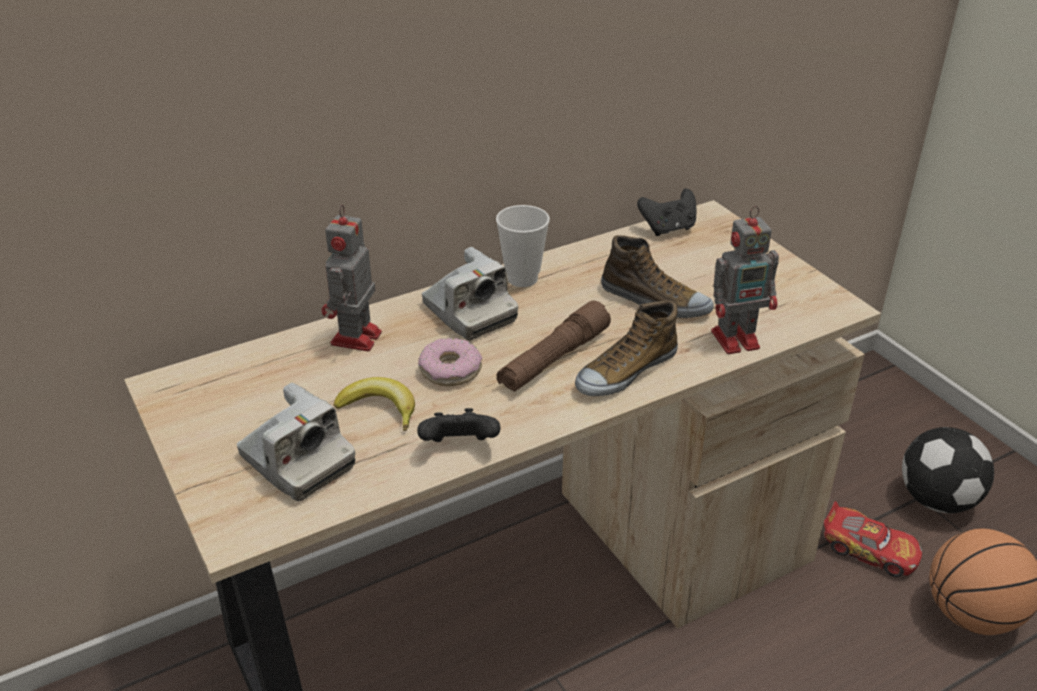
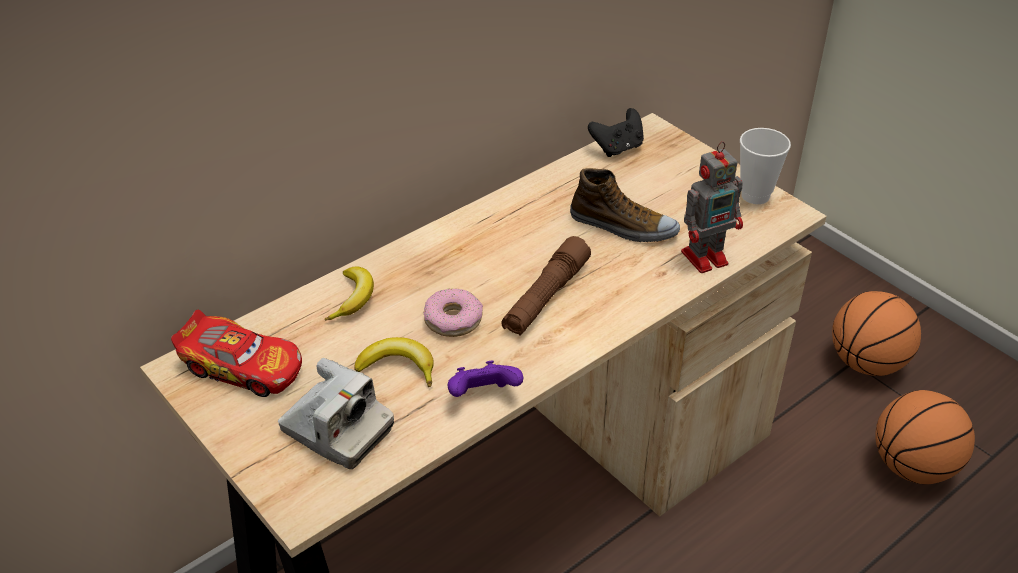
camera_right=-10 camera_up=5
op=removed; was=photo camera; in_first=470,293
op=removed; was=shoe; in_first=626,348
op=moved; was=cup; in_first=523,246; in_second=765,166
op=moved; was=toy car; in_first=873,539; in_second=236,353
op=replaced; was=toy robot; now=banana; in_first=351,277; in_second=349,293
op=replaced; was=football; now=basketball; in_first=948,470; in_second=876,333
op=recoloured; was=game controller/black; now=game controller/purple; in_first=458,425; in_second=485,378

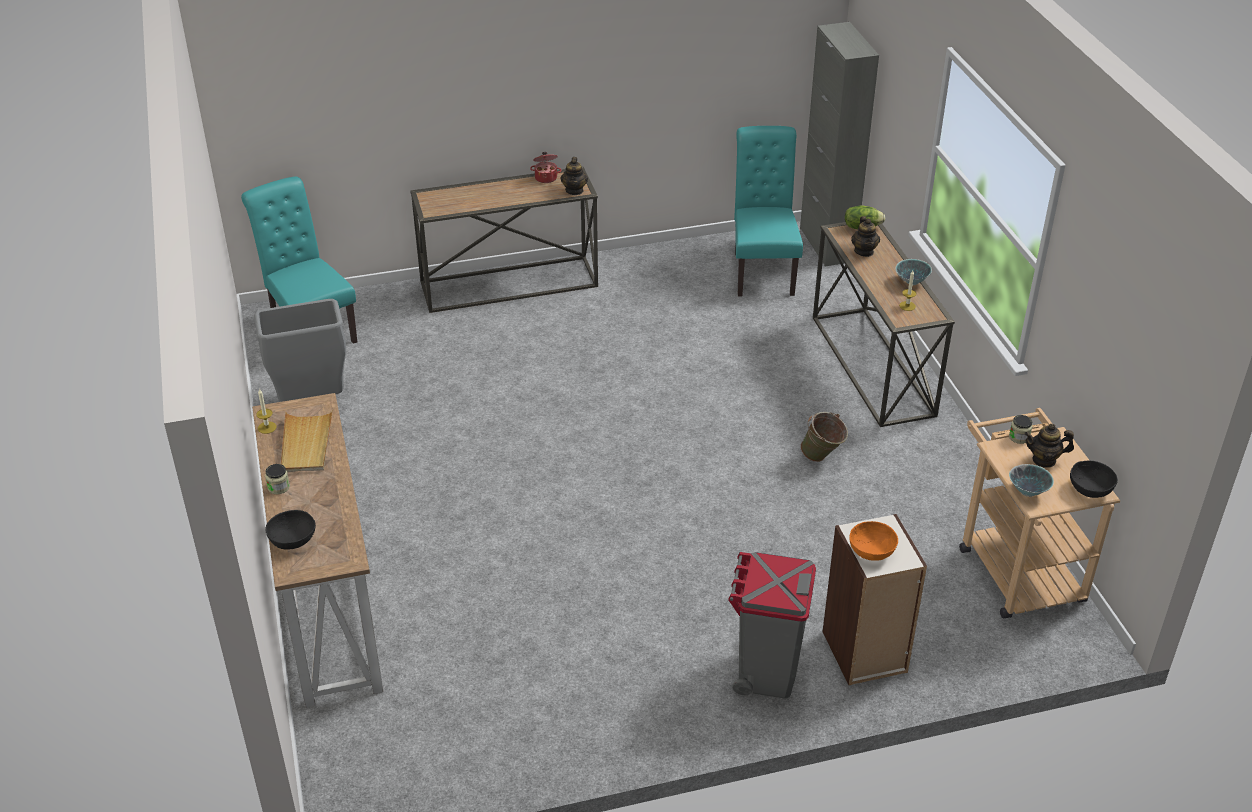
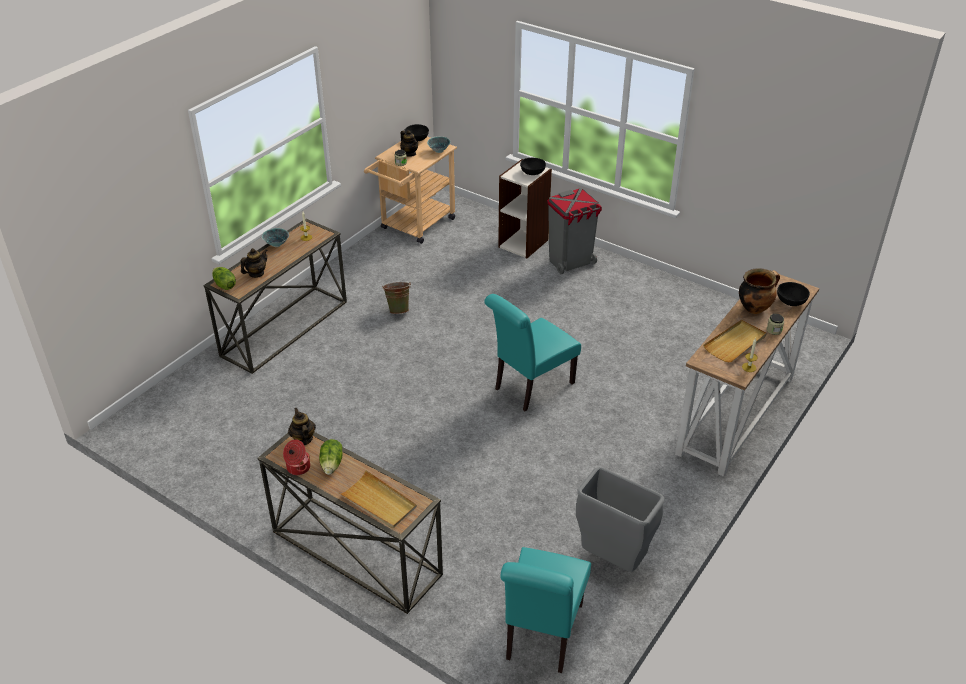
camera_right=-130 camera_up=0
op=removed; was=cabinet/grey; in_first=839,144
op=added; now=lettuce; in_second=330,457
op=added; now=tray/beige; in_second=378,499
op=added; now=cooking pot; in_second=759,291
op=moved; was=chair/turquoise; in_first=768,211; in_second=532,352
op=recoloured; was=bowl/orange; now=bowl/black; in_first=874,541; in_second=533,166
op=turned; was=teapot; in_first=574,176; in_second=302,426; clockwise=-75

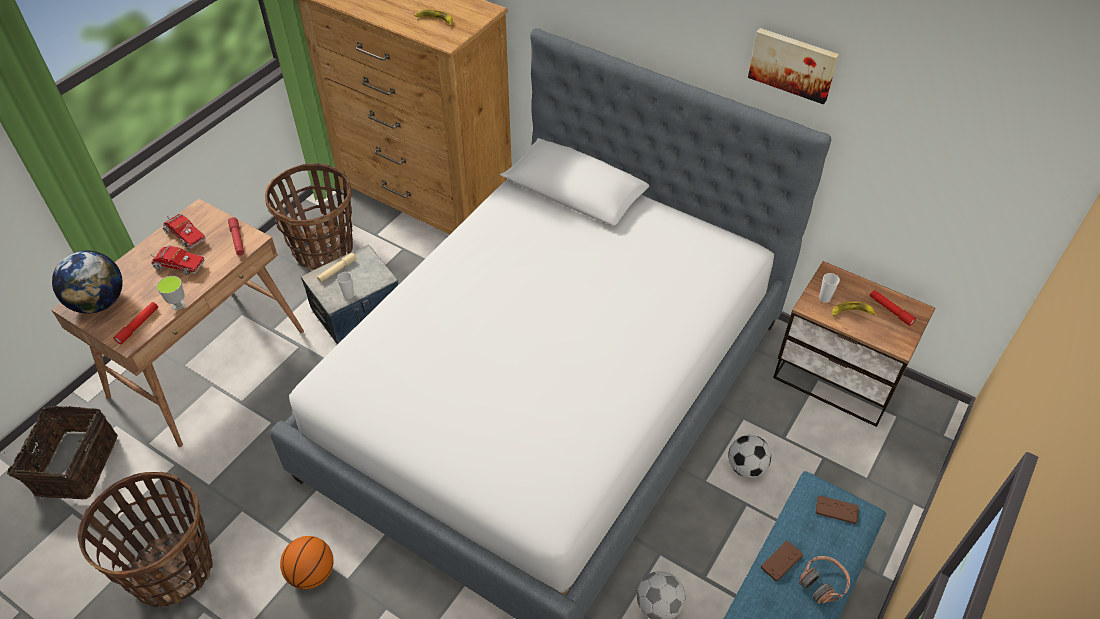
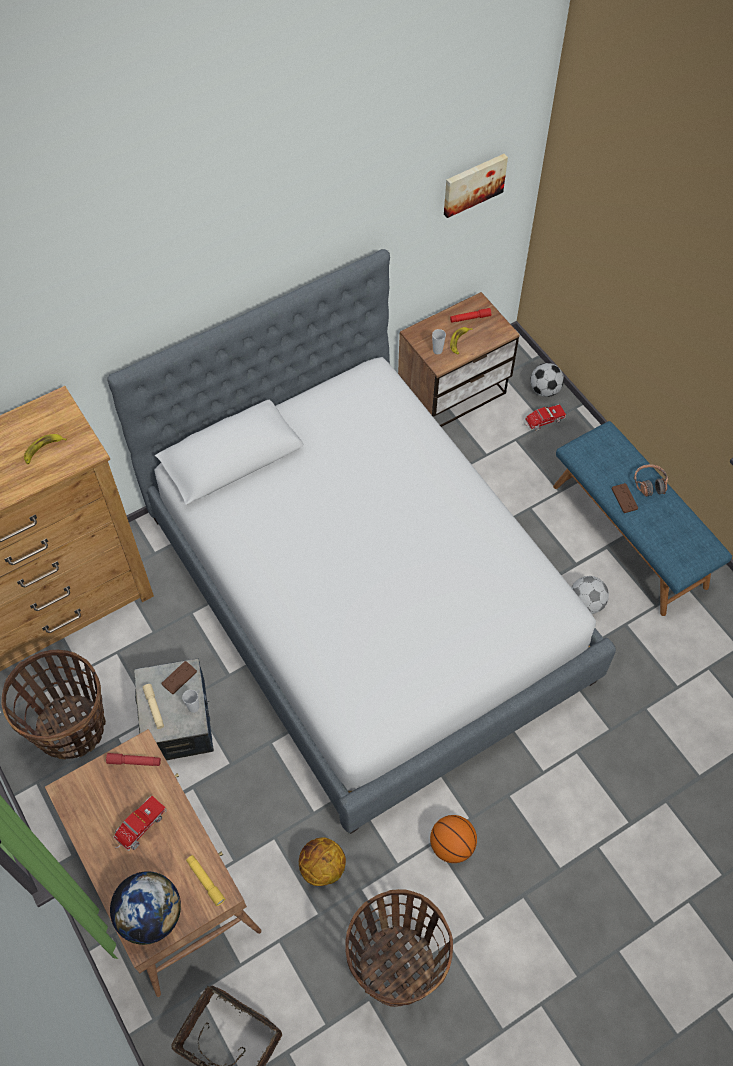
camera_right=-65 camera_up=10
op=removed; was=cup; in_first=171,293
op=added; now=basketball; in_second=322,861
op=moved; was=toy truck; in_first=184,231; in_second=545,418
op=moved; was=football; in_first=749,456; in_second=547,380
op=moved; was=picture; in_first=793,66; in_second=476,186
op=moved; was=game controller/brown; in_first=837,509; in_second=179,677
op=recoloured; was=flashlight/red; now=flashlight/yellow; in_first=135,323; in_second=205,880

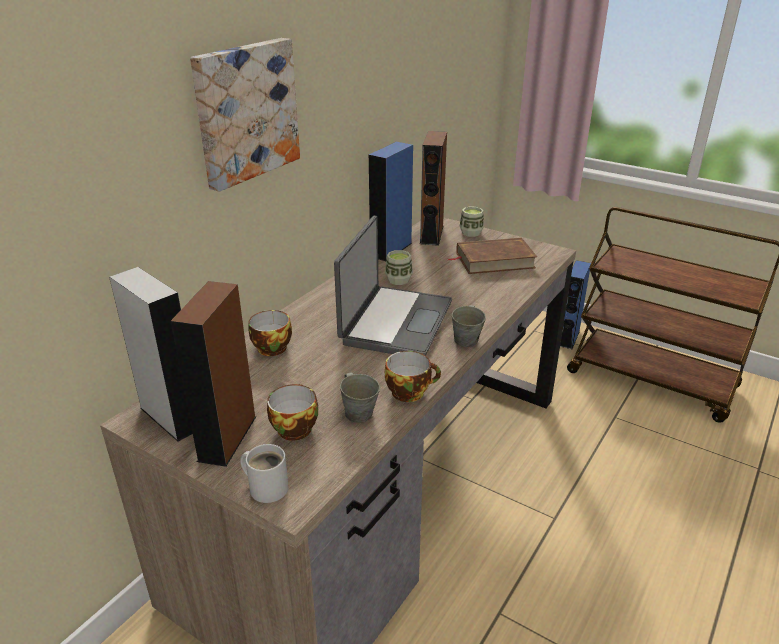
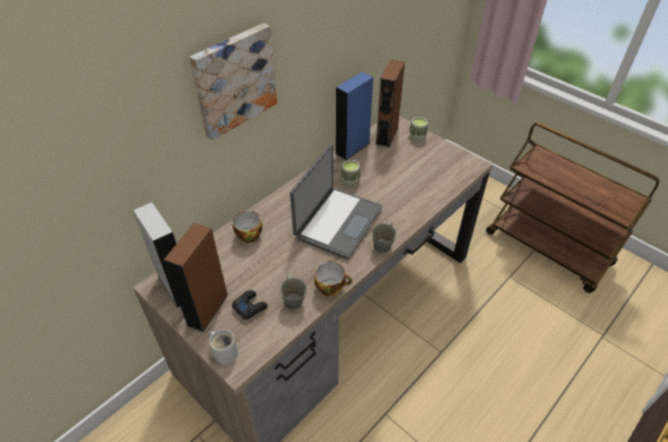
camera_right=10 camera_up=15
op=removed; was=book/brown; in_first=492,256
op=removed; was=speaker/blue; in_first=575,304
op=replaced; was=cup; now=game controller/black; in_first=292,412; in_second=250,304

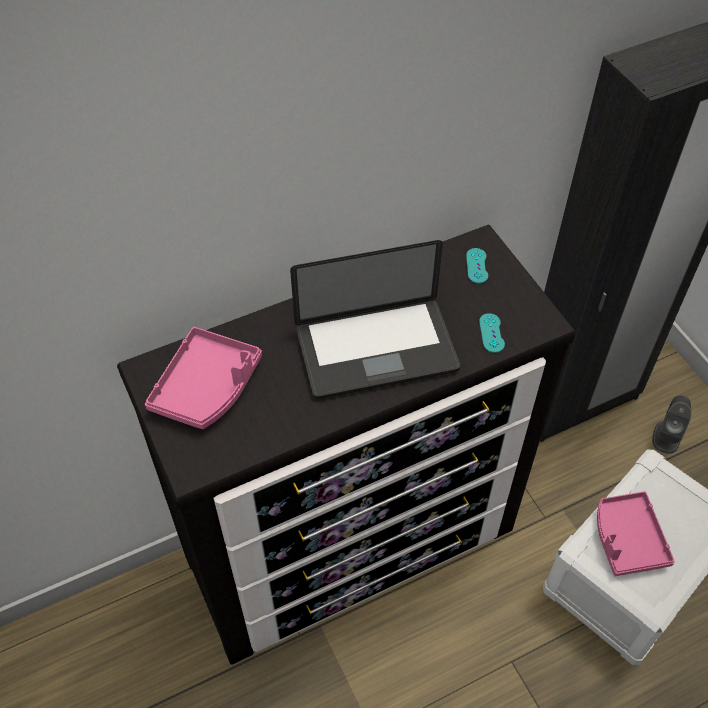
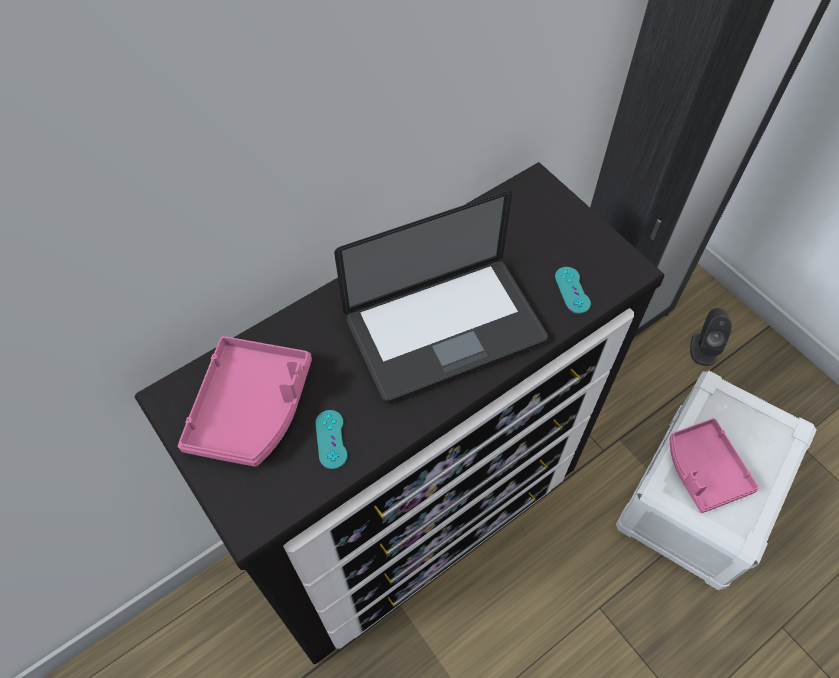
camera_right=-10 camera_up=5
op=moved; was=game controller/turquoise; in_first=477,266; in_second=331,439

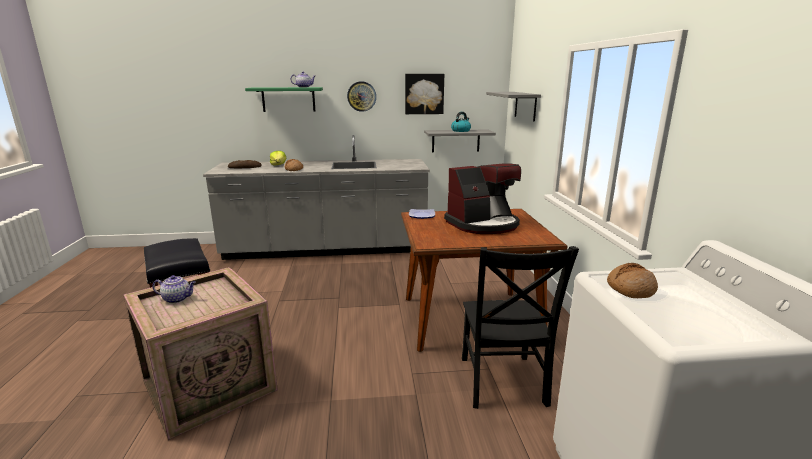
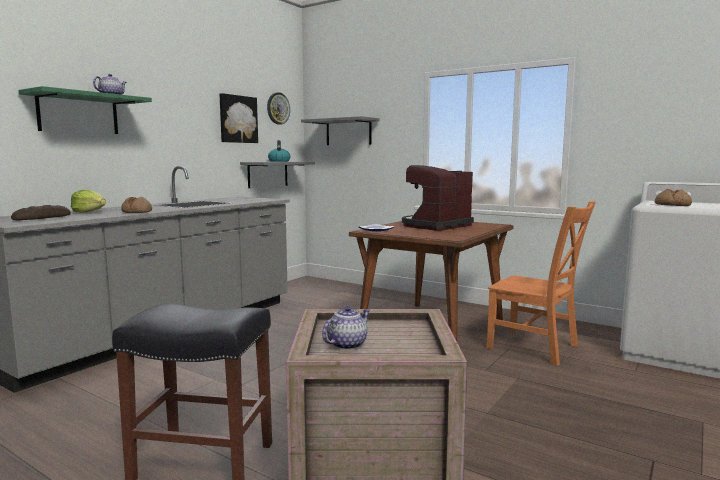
camera_right=-50 camera_up=-10
op=moved; was=wall clock; in_first=361,96; in_second=278,108
op=recoloured; was=chair/black; now=chair/orange; in_first=520,327; in_second=541,283
op=turned; was=coffee machine; in_first=482,198; in_second=438,198; clockwise=-150

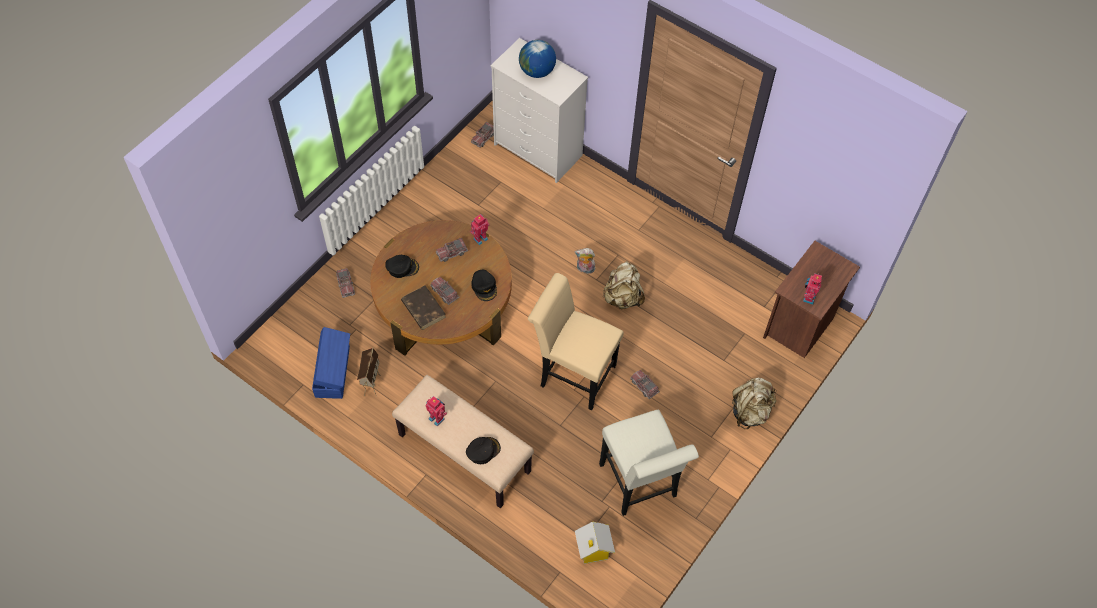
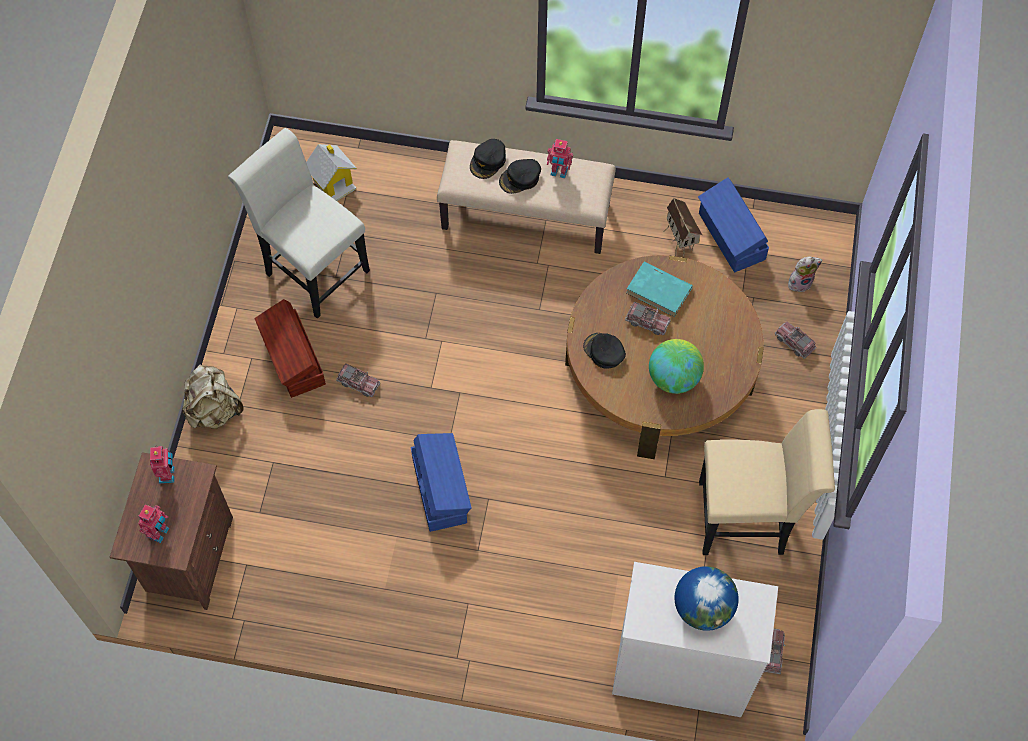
camera_right=155 camera_up=5
op=added; now=storage box/brown; in_second=290,348
op=moved; was=cap/black; in_first=402,266; in_second=520,176
op=moved; was=toy robot; in_first=479,229; in_second=153,523
op=moved; was=chair/beige; in_first=576,341; in_second=767,482
op=moved; was=plush toy; in_first=585,261; in_second=805,274
op=replaced; was=toy truck; now=globe; in_first=452,250; in_second=676,366
op=replaced; was=backpack/beige; now=storage box/blue; in_first=624,285; in_second=441,482
op=recoloured; was=book/brown; now=book/turquoise; in_first=423,307; in_second=659,289

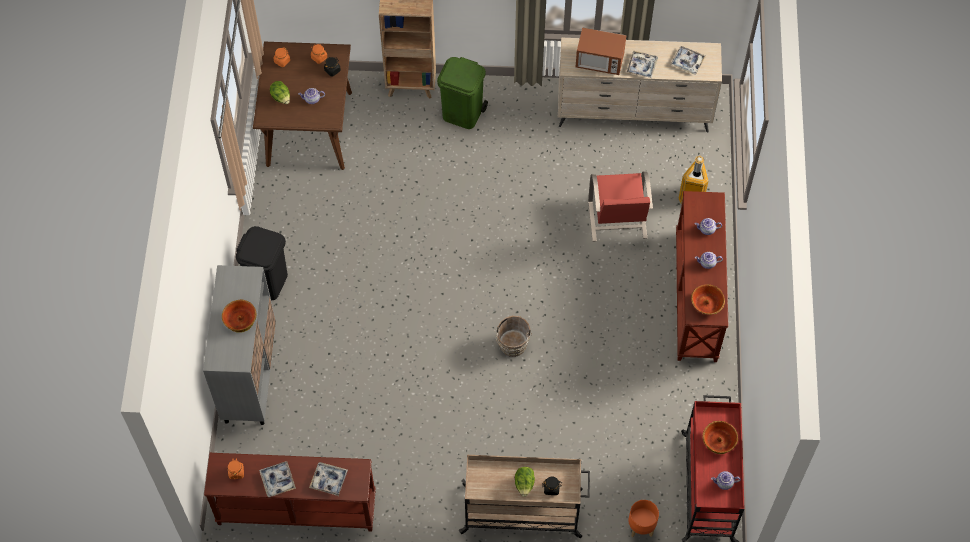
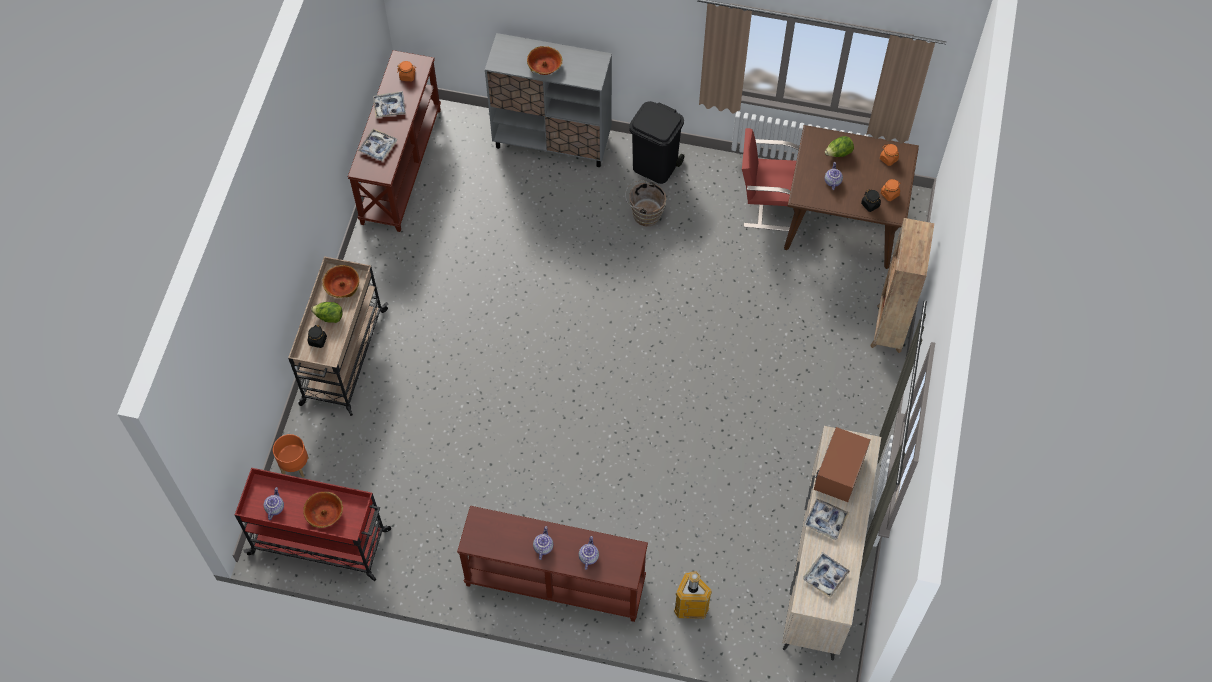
camera_right=100 camera_up=0
op=removed; was=trash can/green; in_first=462,93
op=moved; was=bucket/brown; in_first=513,336; in_second=645,203
op=moved; was=chair/red; in_first=620,206; in_second=770,179
op=moved; was=bowl; in_first=708,299; in_second=341,281

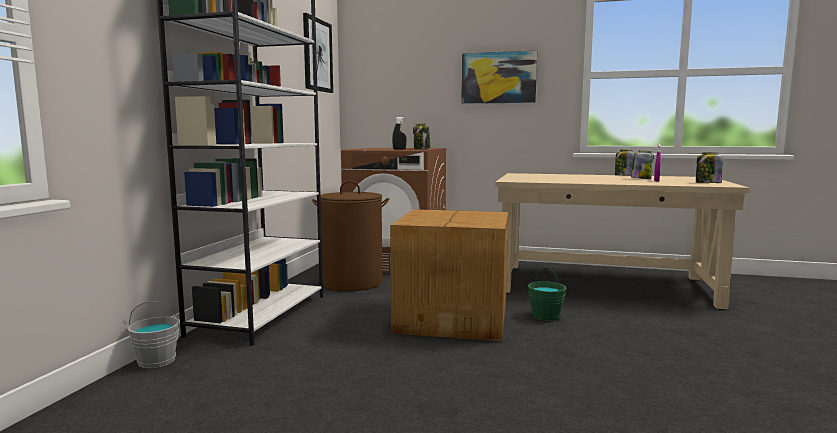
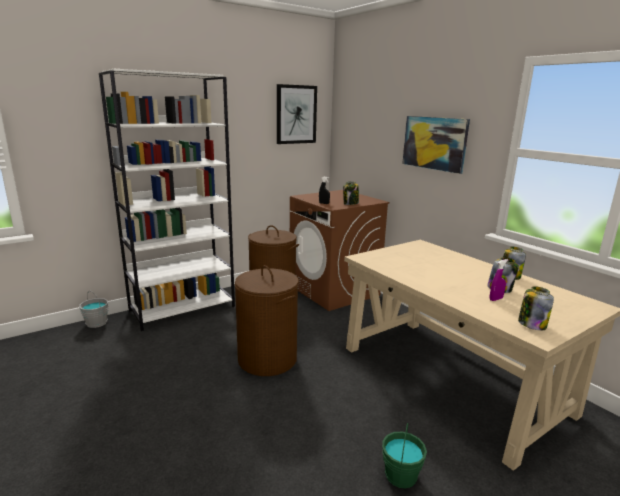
camera_right=40 camera_up=10
op=moved; was=bucket/green; in_first=547,294; in_second=404,456
op=replaced; was=cardboard box; now=laundry basket/brown; in_first=449,275; in_second=266,320

